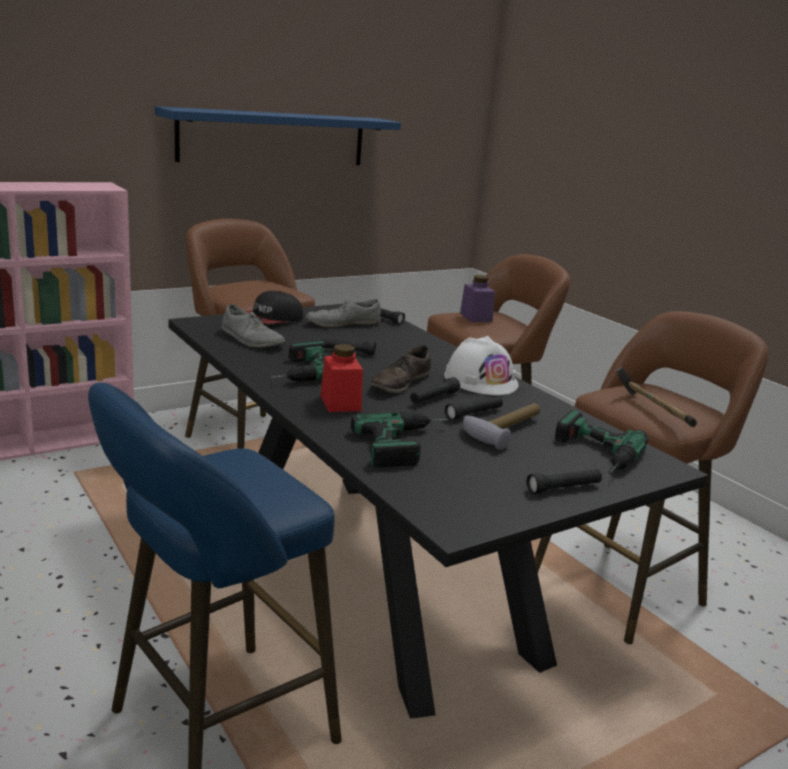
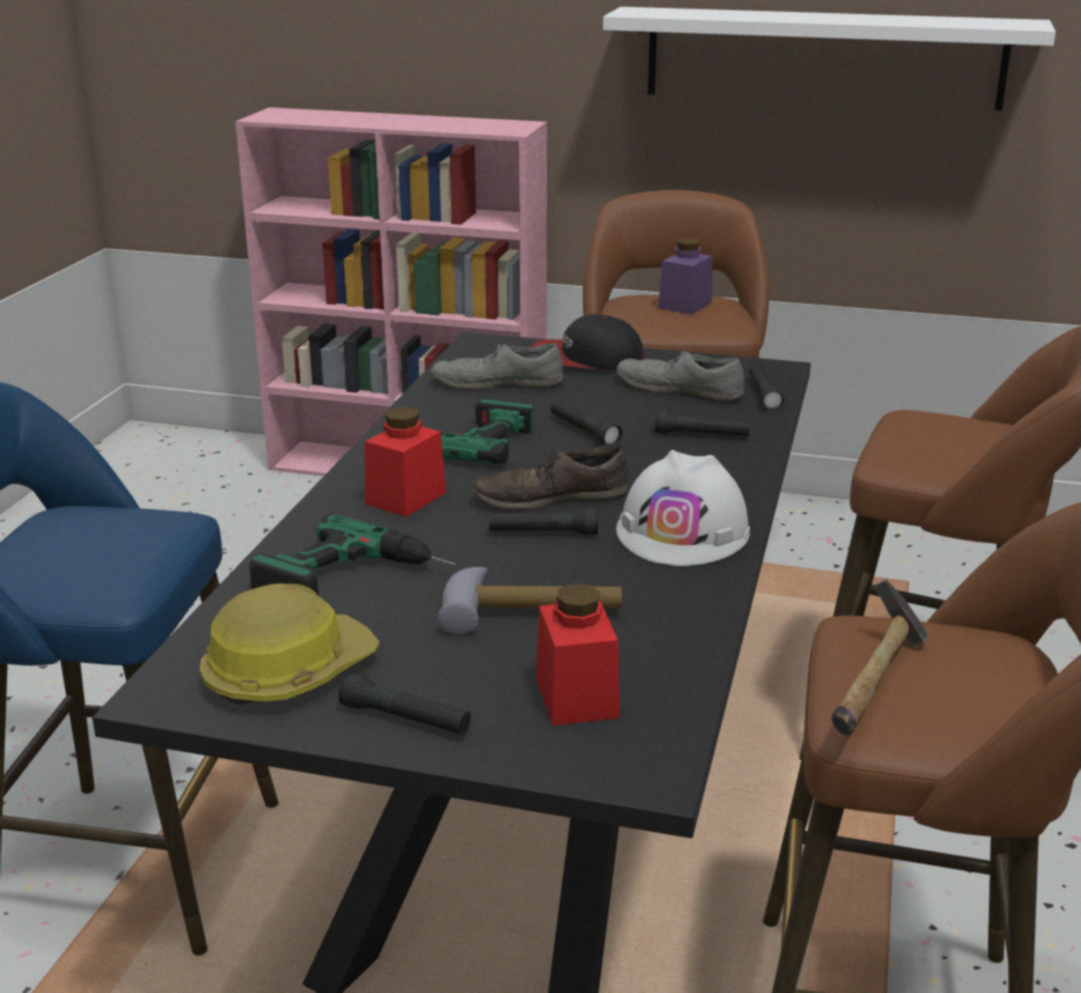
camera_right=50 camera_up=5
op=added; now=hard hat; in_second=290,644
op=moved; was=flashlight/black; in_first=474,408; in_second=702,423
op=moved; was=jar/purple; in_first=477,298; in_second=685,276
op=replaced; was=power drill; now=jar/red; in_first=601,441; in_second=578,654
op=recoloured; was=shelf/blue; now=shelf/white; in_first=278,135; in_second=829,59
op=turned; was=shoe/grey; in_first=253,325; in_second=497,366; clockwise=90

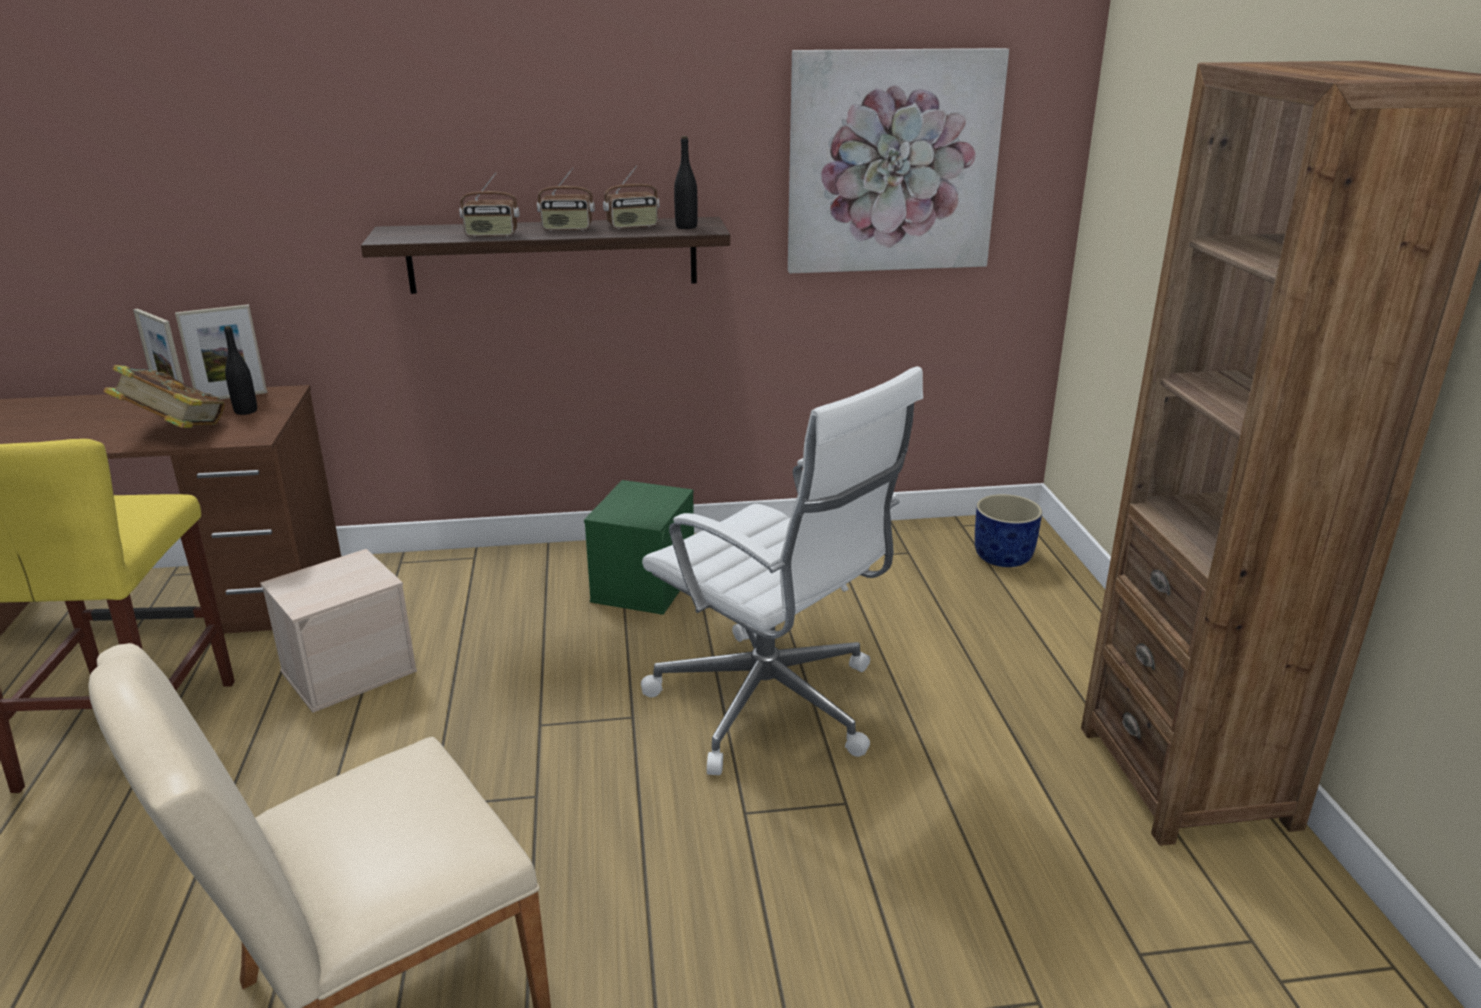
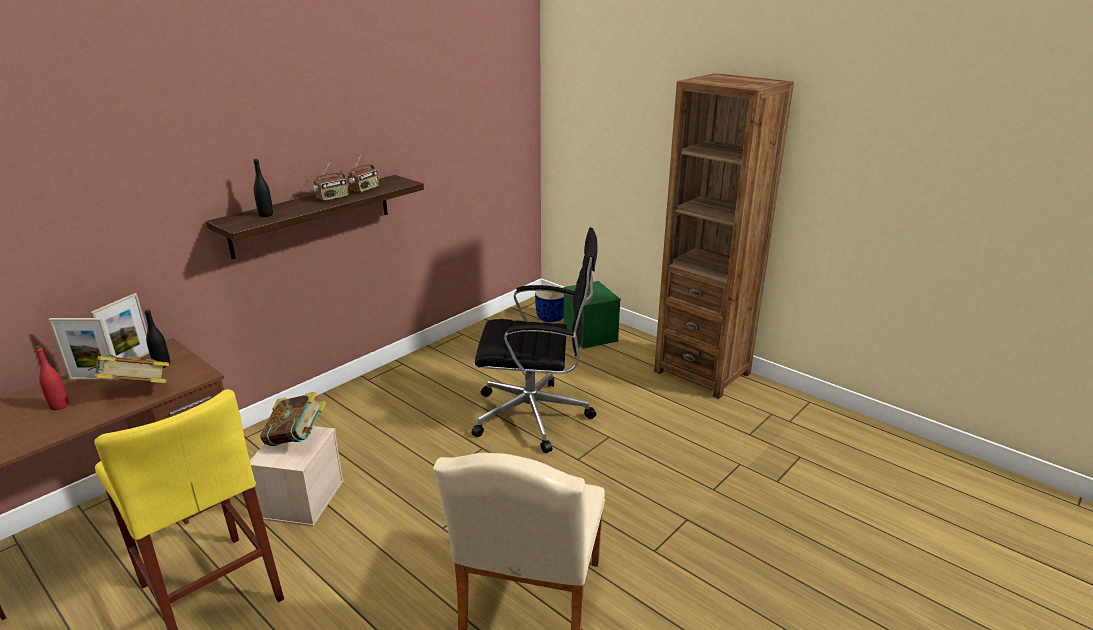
camera_right=-40 camera_up=0
op=removed; was=radio; in_first=489,204
op=removed; was=picture; in_first=898,160
op=added; now=bottle/red; in_second=52,378
op=added; now=book; in_second=293,419
op=moved; was=storage box/green; in_first=639,547; in_second=592,315
op=moved; was=bottle/black; in_first=686,182; in_second=263,188
op=recoloured; was=office chair/white; now=office chair/black; in_first=782,570; in_second=534,340

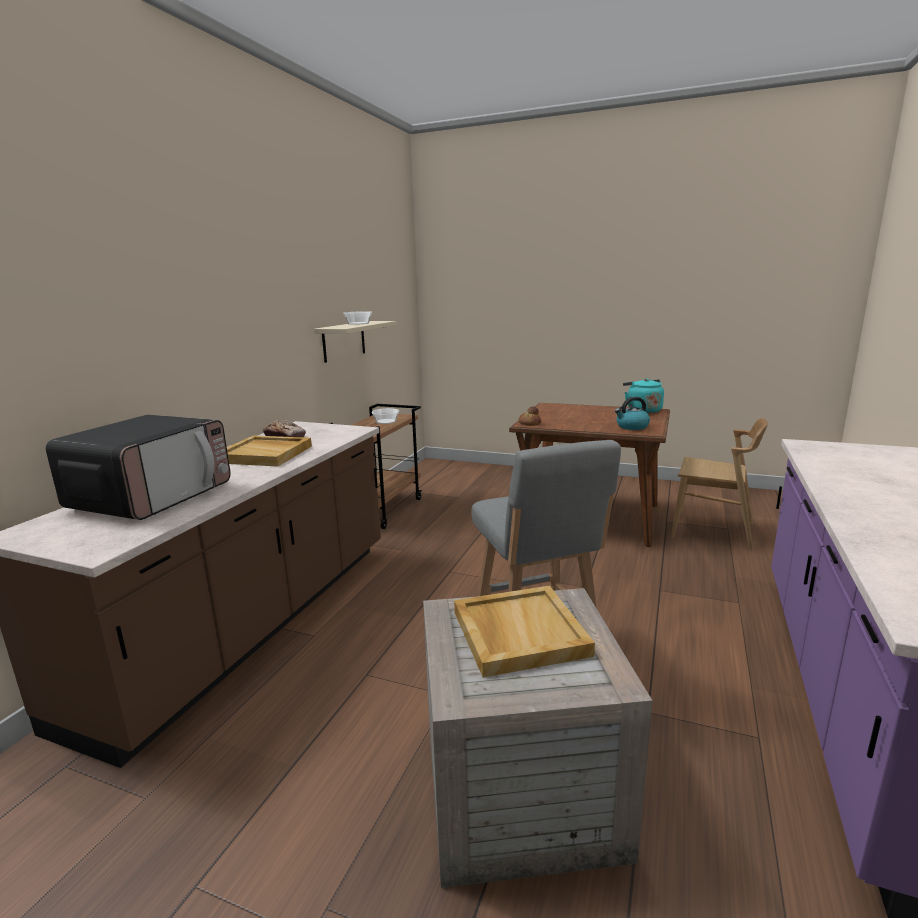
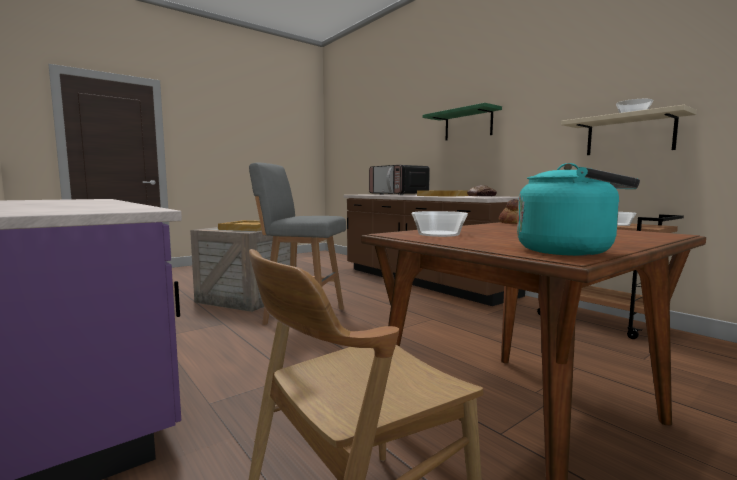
camera_right=120 camera_up=-10
op=added; now=shelf/green; in_second=462,122
op=replaced; was=kettle; now=bowl; in_first=632,413; in_second=439,224

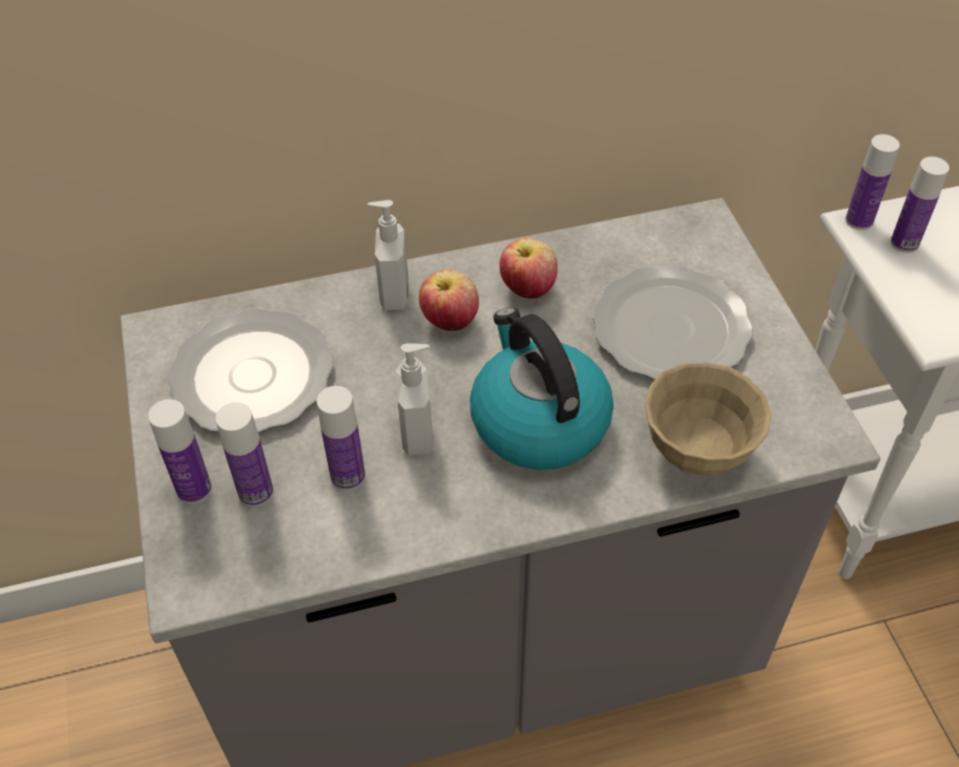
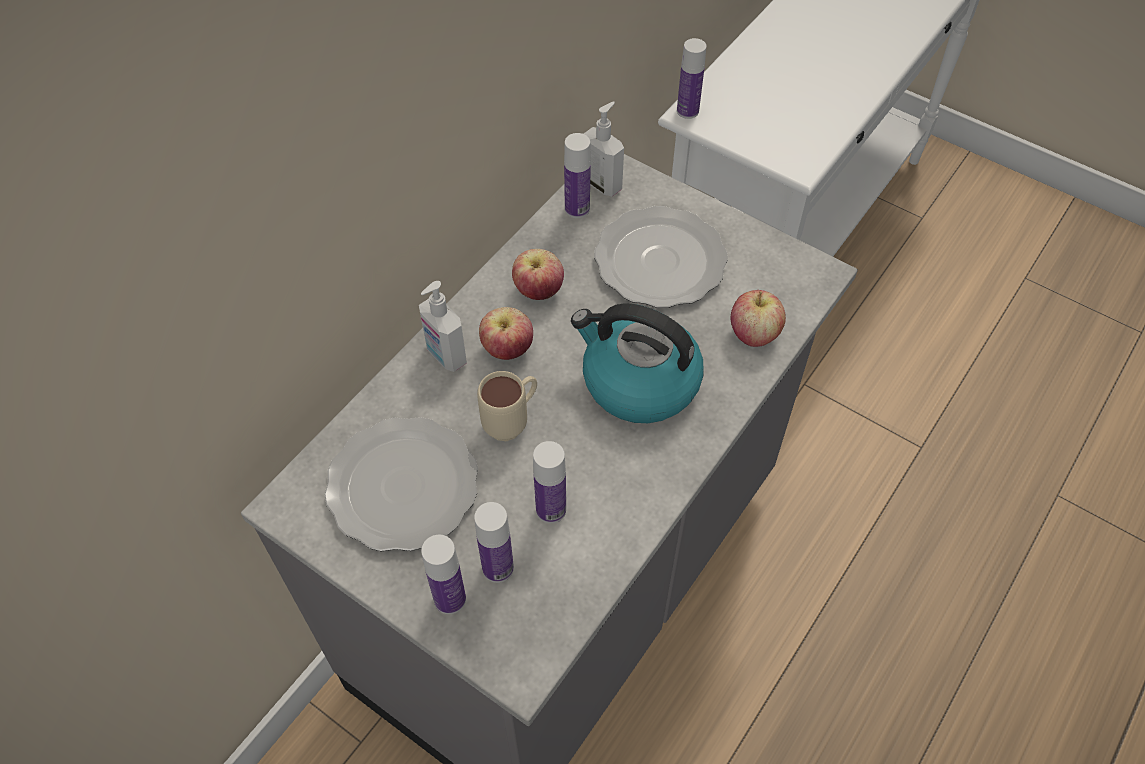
camera_right=-40 camera_up=5
op=added; now=mug/beige; in_second=507,406
op=moved; was=soap dispenser; in_first=414,399; in_second=604,149
op=moved; was=bottle; in_first=920,205; in_second=577,175
op=replaced; was=bowl/beige; now=apple; in_first=708,418; in_second=758,318

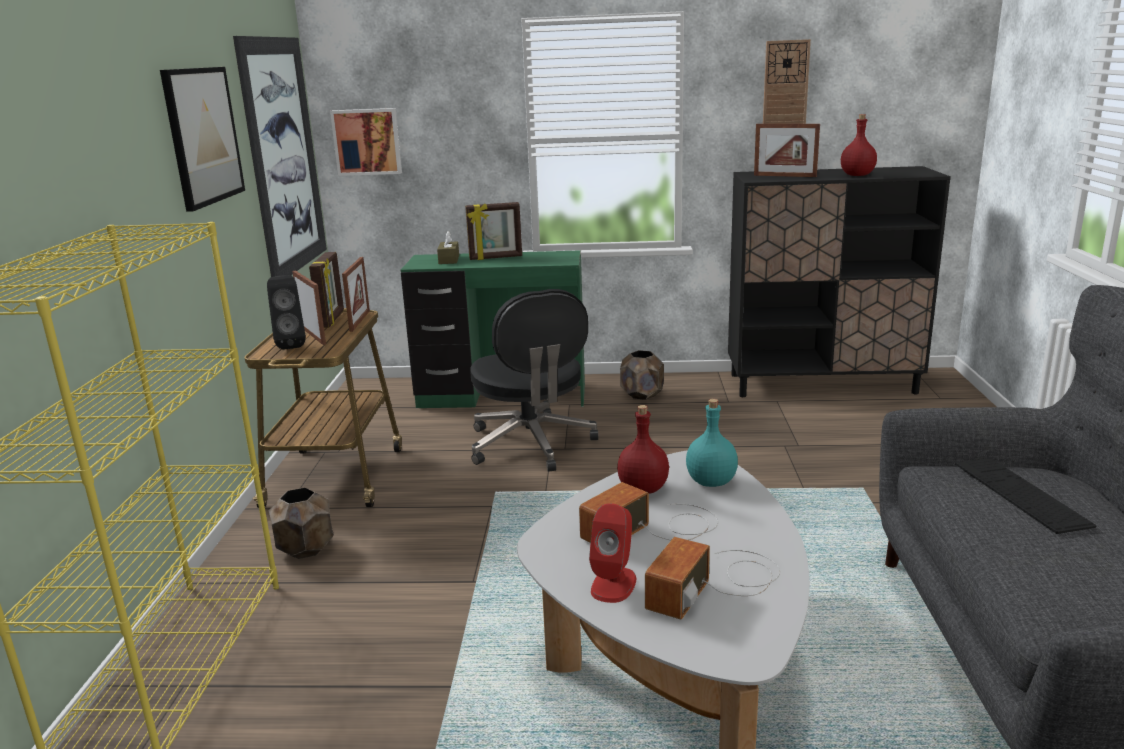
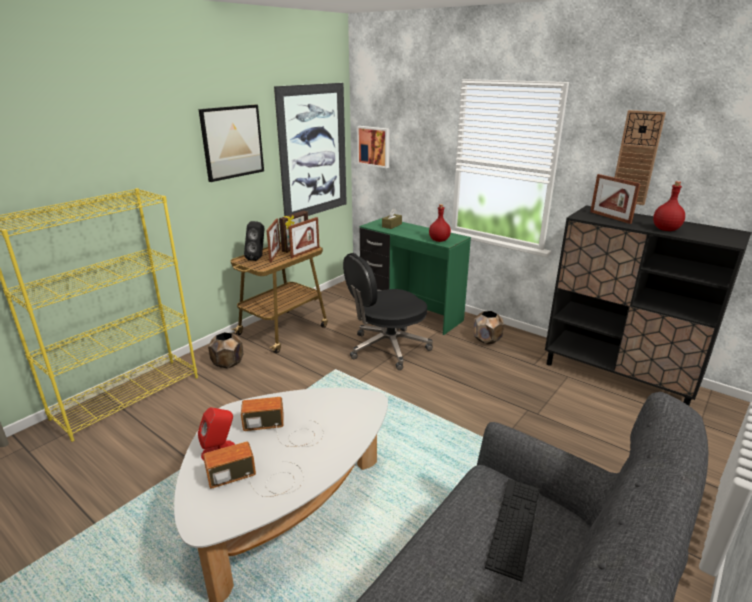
camera_right=35 camera_up=5
op=removed; was=picture frame; in_first=493,231
op=removed; was=bottle/turquoise; in_first=712,443
op=moved; was=bottle/red; in_first=643,449; in_second=440,223
op=turned; was=office chair/black; in_first=534,380; in_second=388,311; clockwise=45

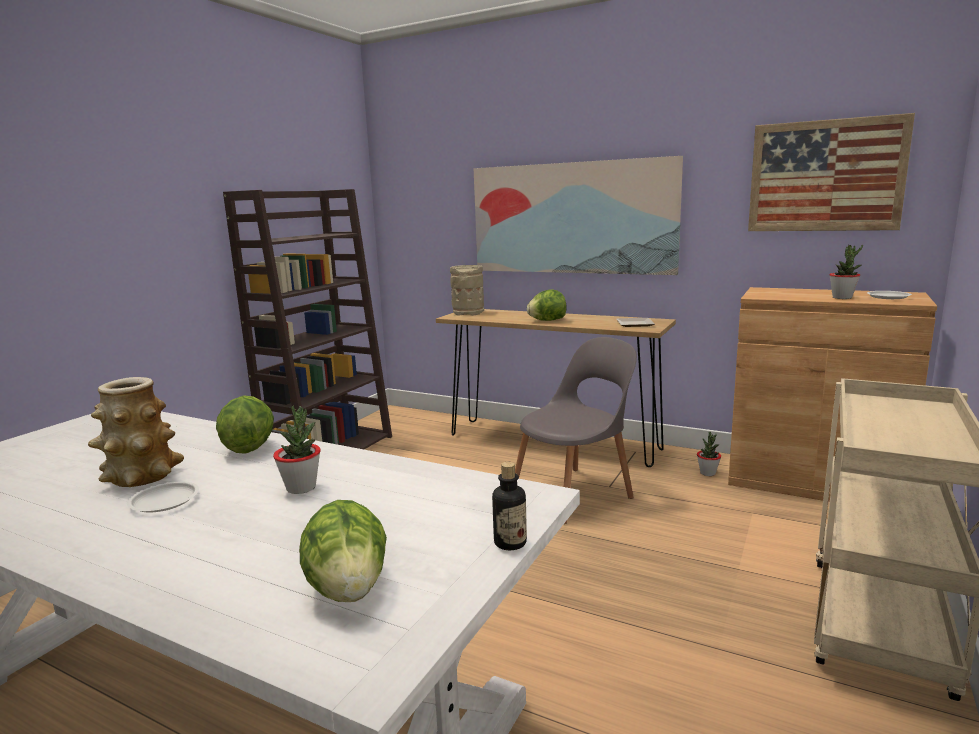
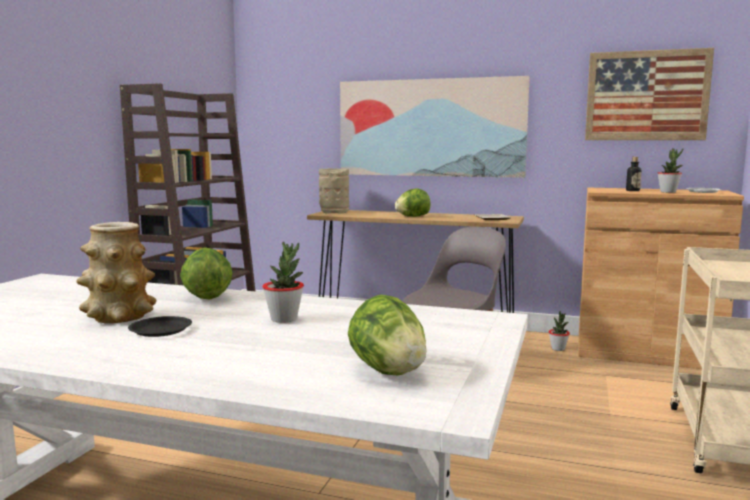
camera_right=-10 camera_up=-5
op=moved; was=bottle; in_first=509,506; in_second=633,174
op=recoloured; was=plate/white; now=plate/black; in_first=163,497; in_second=160,326

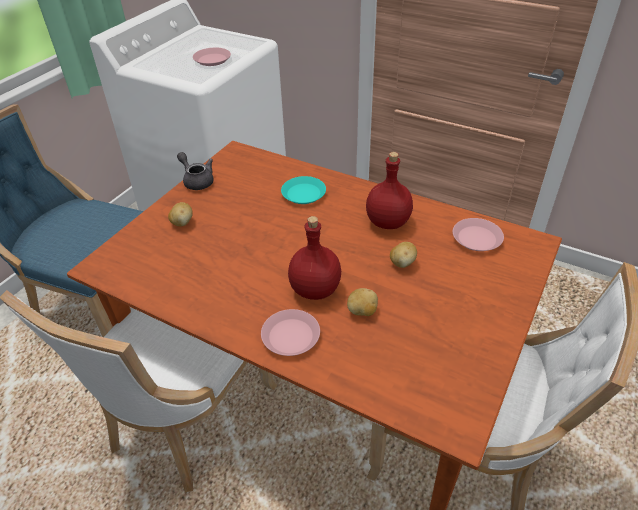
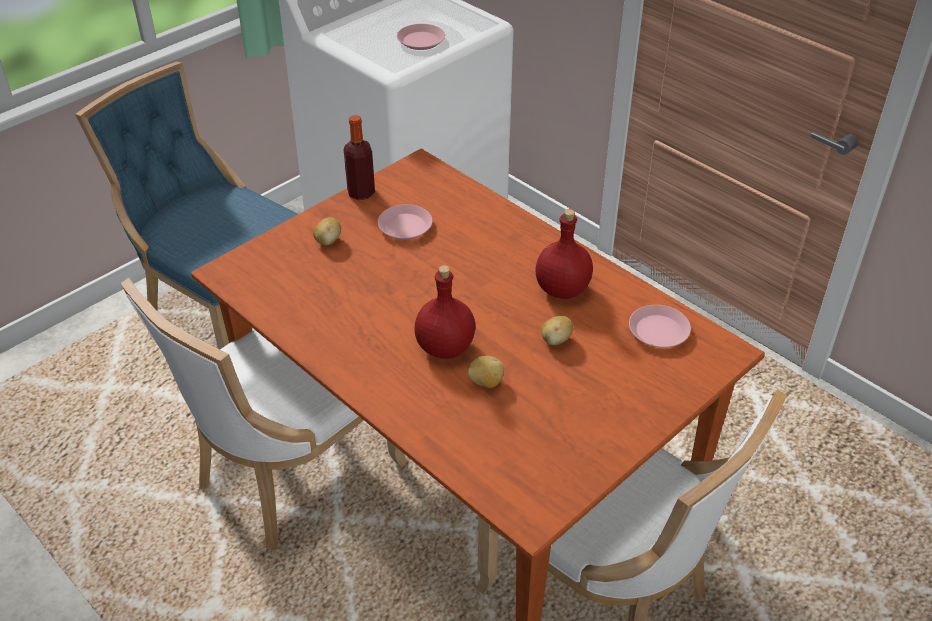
camera_right=15 camera_up=0
op=removed; was=plate/turquoise; in_first=303,190
op=moved; was=plate/pink; in_first=290,332; in_second=405,222
op=replaced; was=teapot/grey; now=bottle; in_first=195,171; in_second=359,157

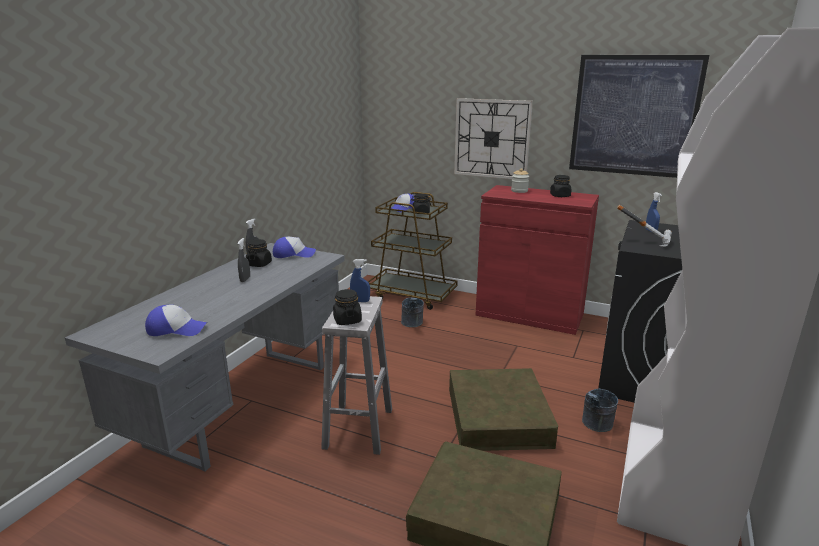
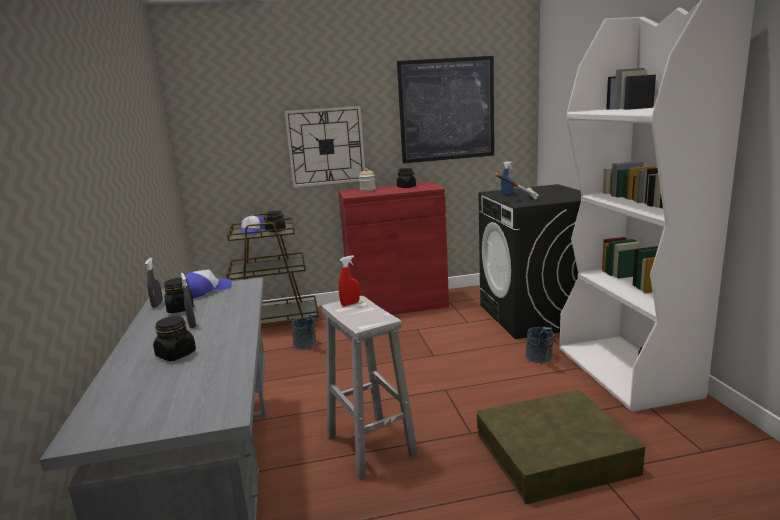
camera_right=-35 camera_up=-5
op=removed; was=cap; in_first=176,320
op=removed; was=storage box/brown; in_first=503,409
op=moved; was=jar/black; in_first=347,307; in_second=174,338
op=recoloured; was=spray bottle/blue; now=spray bottle/red; in_first=360,280; in_second=348,280

